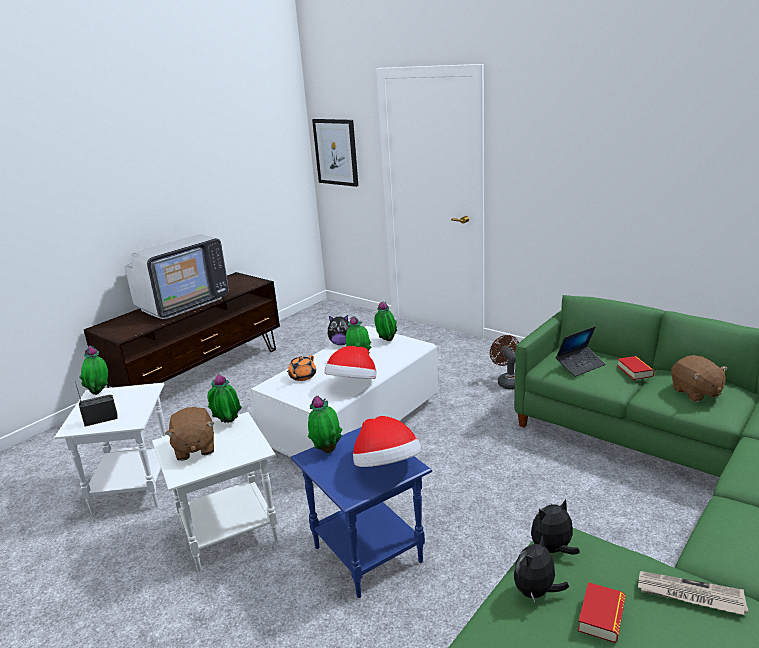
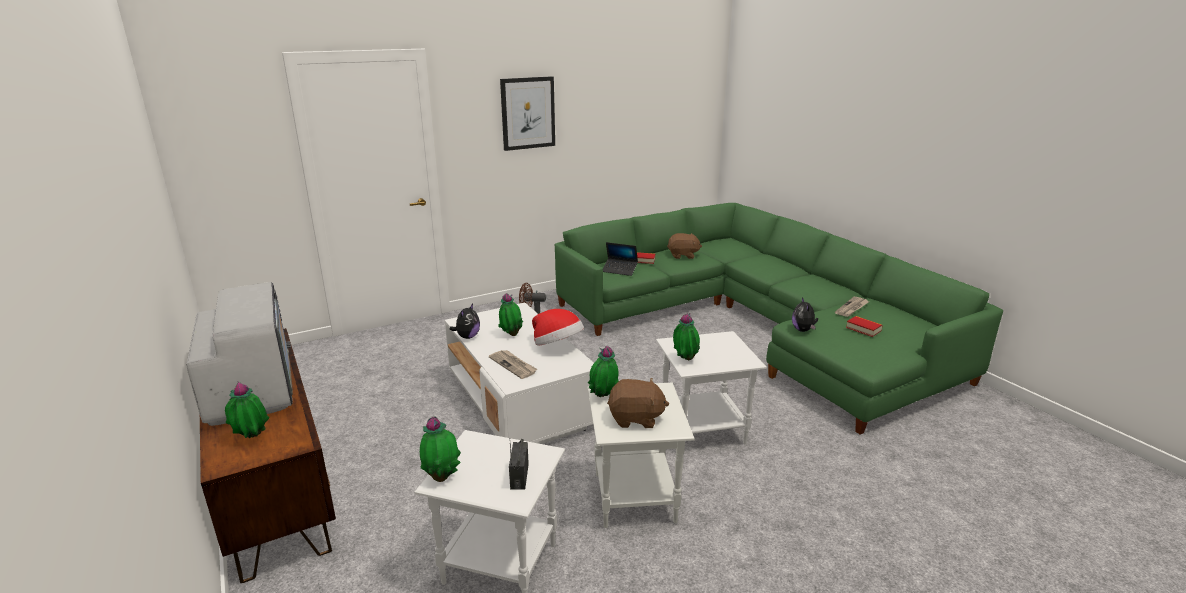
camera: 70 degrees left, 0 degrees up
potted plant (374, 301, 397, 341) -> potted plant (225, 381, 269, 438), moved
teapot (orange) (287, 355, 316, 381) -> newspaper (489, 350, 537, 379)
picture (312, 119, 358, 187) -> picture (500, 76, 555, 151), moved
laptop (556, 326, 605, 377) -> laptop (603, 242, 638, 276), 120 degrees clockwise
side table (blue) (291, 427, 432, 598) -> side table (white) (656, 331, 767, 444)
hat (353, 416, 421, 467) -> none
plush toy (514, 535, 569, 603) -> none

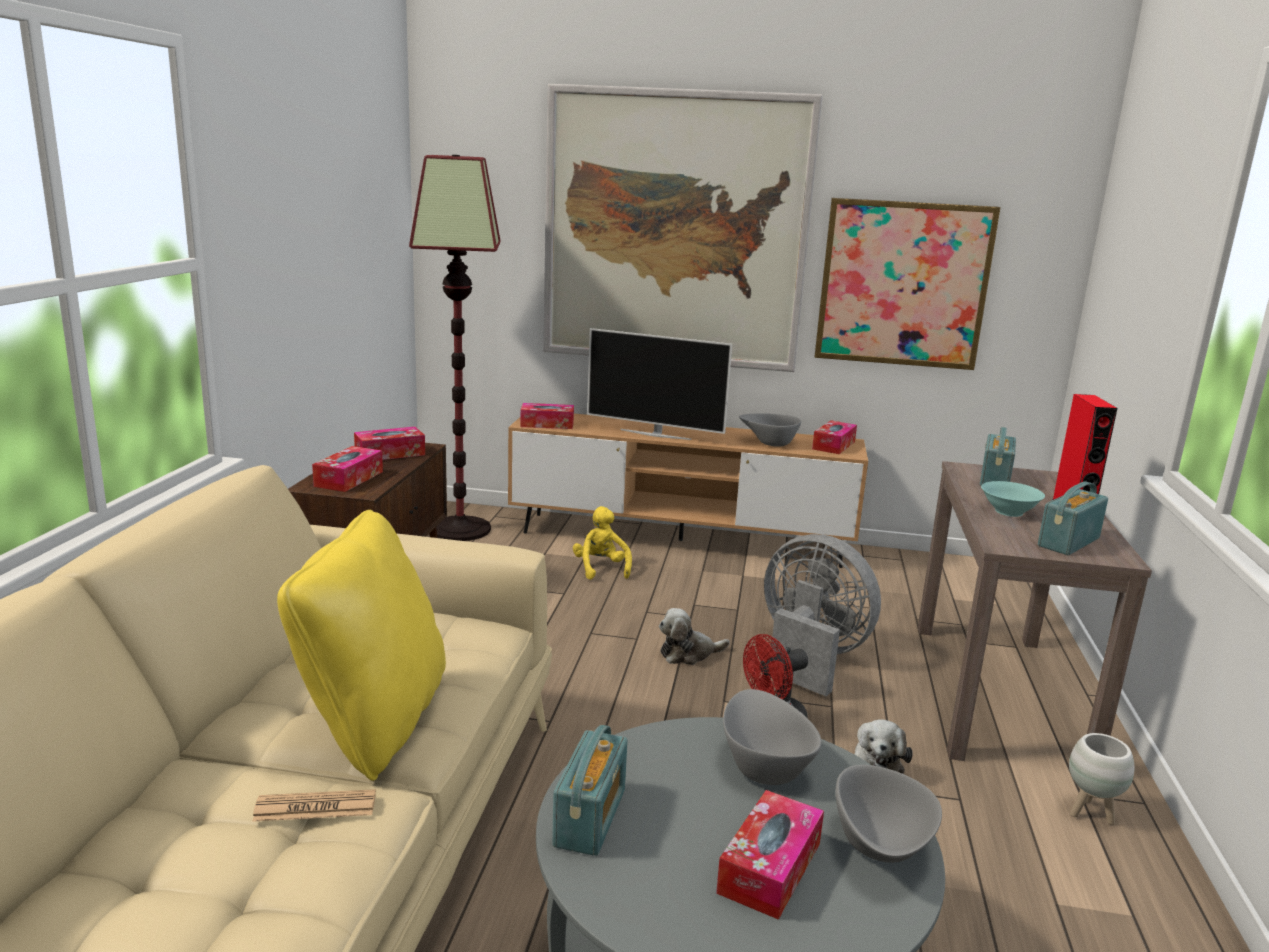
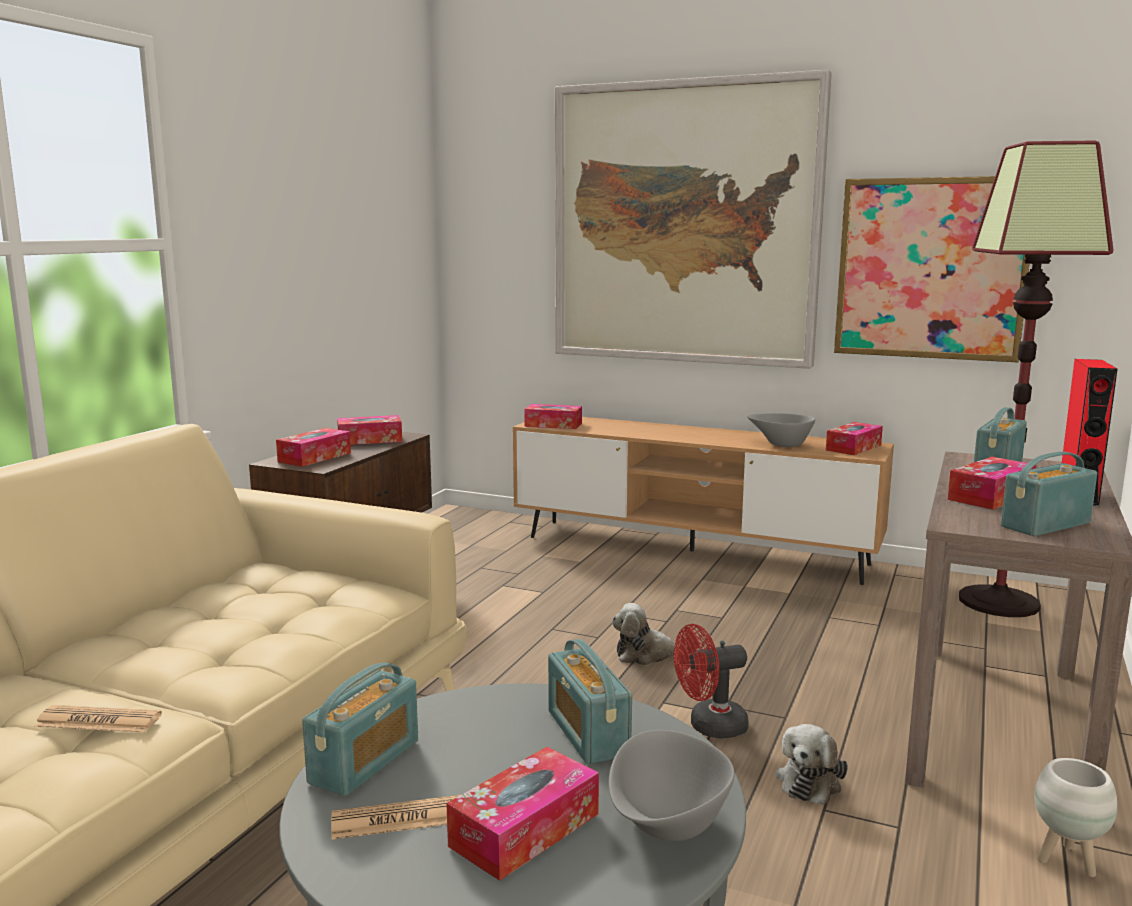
camera: 15 degrees right, 5 degrees down
none -> newspaper (331, 795, 460, 840)
bowl (grey) (723, 689, 822, 785) -> radio (548, 639, 632, 764)
bowl (turquoise) (981, 481, 1045, 517) -> tissue box (948, 457, 1036, 510)
floor lamp (409, 155, 500, 541) -> floor lamp (959, 141, 1114, 617), moved
pillow (yellow) (277, 510, 446, 781) -> none
plush toy (yellow) (573, 506, 632, 580) -> none
television (587, 328, 732, 440) -> none
fan (grey) (764, 534, 881, 696) -> none

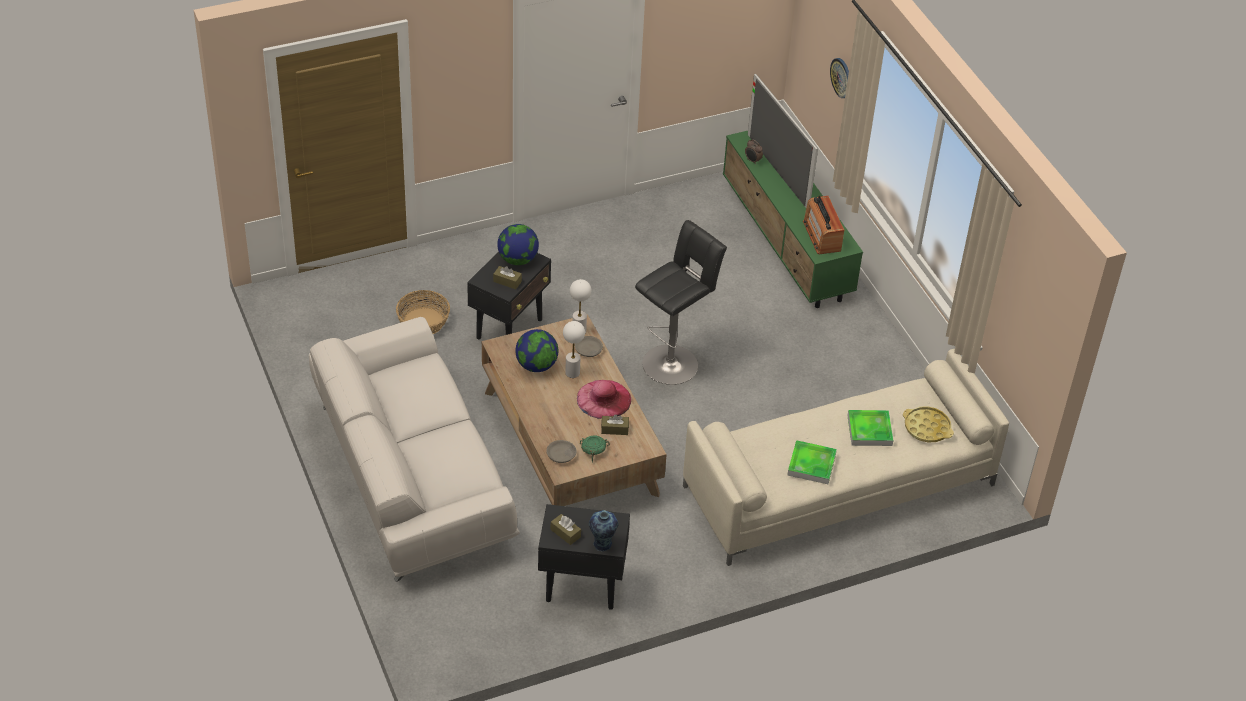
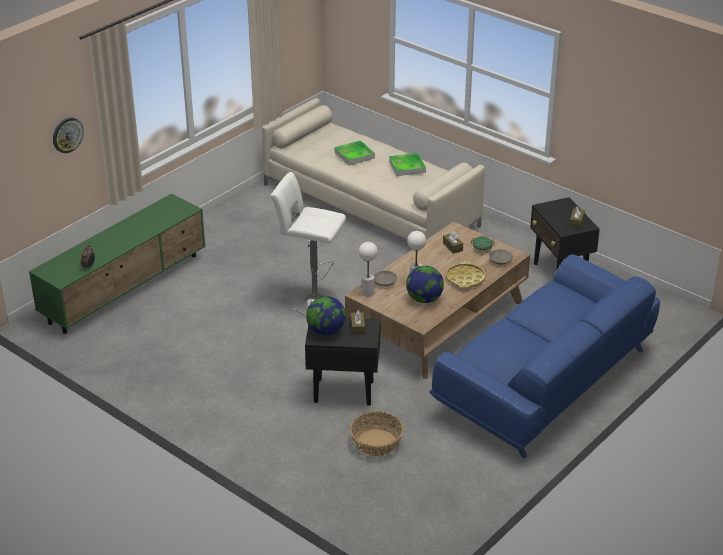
camera: 115 degrees left, 10 degrees down
stool (black) (635, 220, 727, 385) -> stool (white) (270, 172, 346, 315)
sofa (white) (309, 317, 520, 582) -> sofa (blue) (429, 254, 660, 459)
tray (yellow) (903, 406, 954, 442) -> tray (yellow) (446, 261, 485, 288), moved
hat (pink) (577, 380, 631, 419) -> none
vase (589, 510, 619, 551) -> none
television (748, 74, 818, 207) -> none
radio (803, 196, 844, 254) -> none

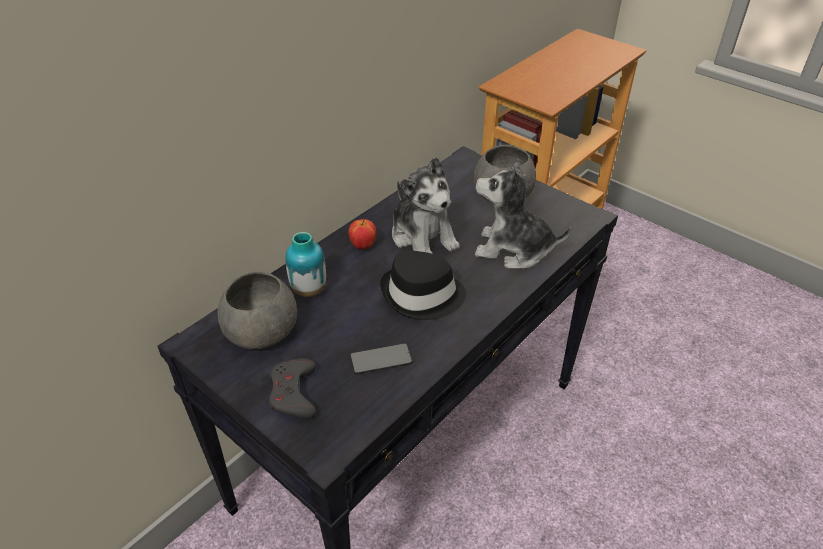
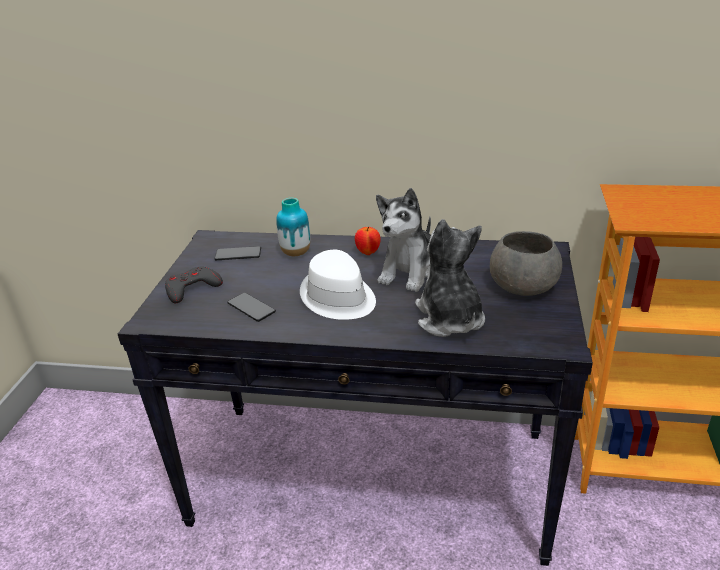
camera: 60 degrees right, 10 degrees down
bowl (grey) (217, 271, 297, 349) -> phone (214, 246, 261, 260)
hat (black) (380, 251, 466, 320) -> hat (white) (300, 250, 376, 320)

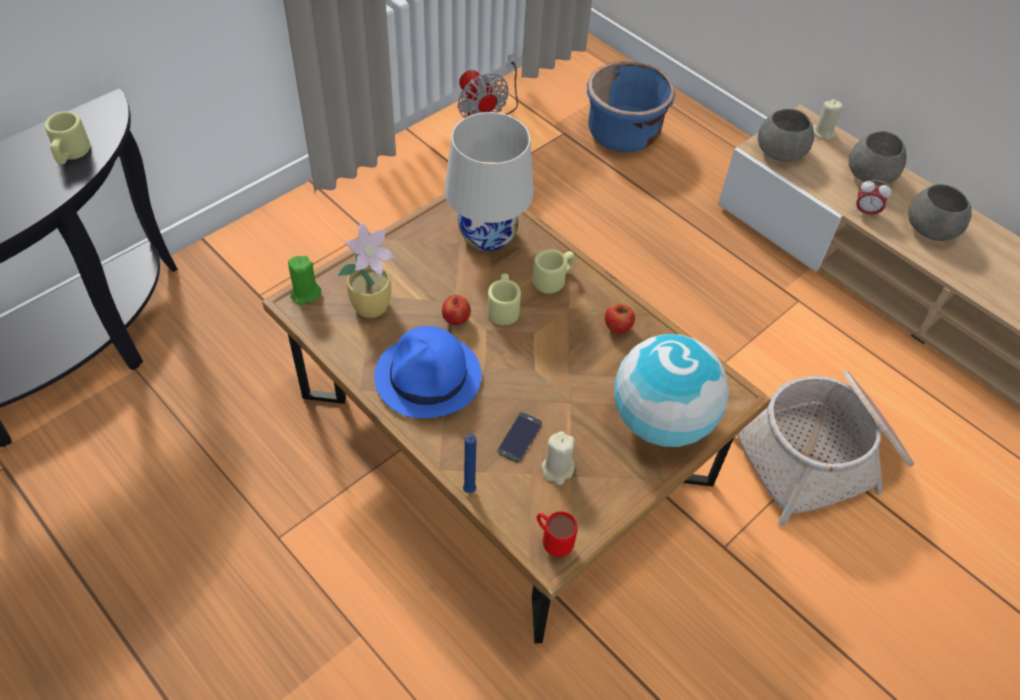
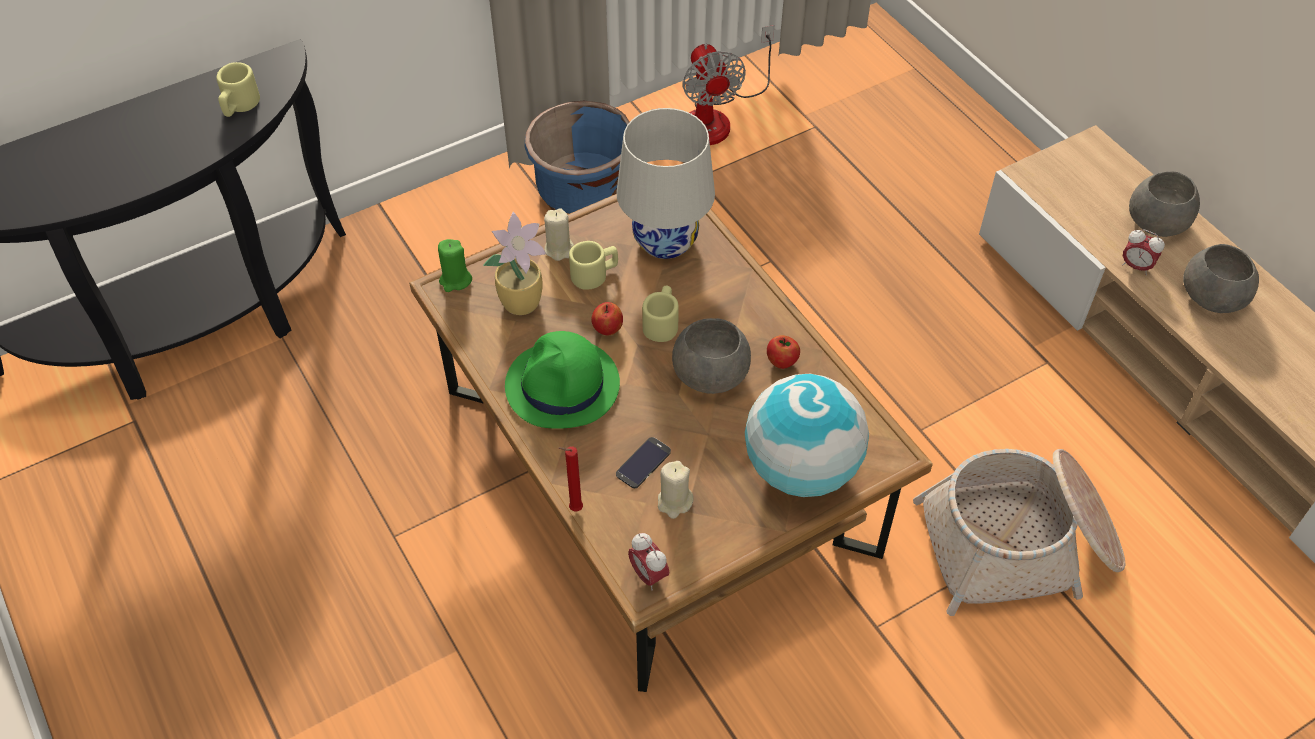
camera: 15 degrees right, 0 degrees up
hat (blue) (374, 326, 482, 418) -> hat (green) (505, 331, 620, 429)
planter (blue) (587, 61, 675, 152) -> planter (blue) (524, 101, 629, 214), moved
candle (beige) (813, 99, 843, 140) -> candle (beige) (544, 209, 574, 261), moved
candle (blue) (460, 434, 477, 493) -> candle (red) (558, 447, 583, 511)
mug (beige) (532, 249, 574, 294) -> mug (beige) (569, 241, 618, 290), moved
mug (red) (537, 511, 578, 557) -> alarm clock (628, 533, 669, 591)
bowl (grey) (758, 109, 814, 162) -> bowl (grey) (672, 318, 751, 394), moved

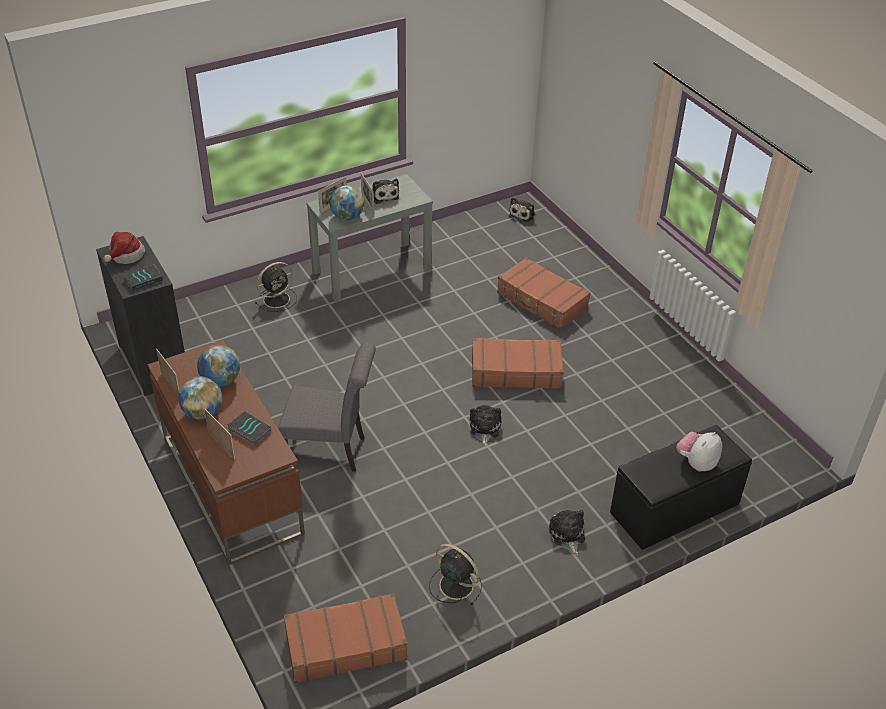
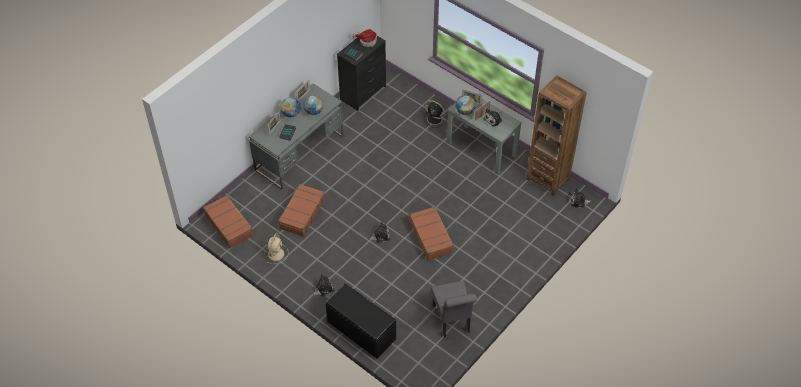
camera: 70 degrees right, 10 degrees up
desk (brown) (148, 340, 305, 565) -> desk (grey) (248, 84, 344, 190)
fan (black) (429, 544, 482, 606) -> fan (beige) (265, 233, 288, 264)
suitcase (brown) (497, 257, 590, 330) -> suitcase (brown) (278, 184, 325, 237), moved
chair (grey) (278, 342, 376, 472) -> chair (grey) (431, 281, 477, 338), moved
none -> bookcase (brown) (526, 75, 587, 196)
plush toy (676, 432, 722, 471) -> none

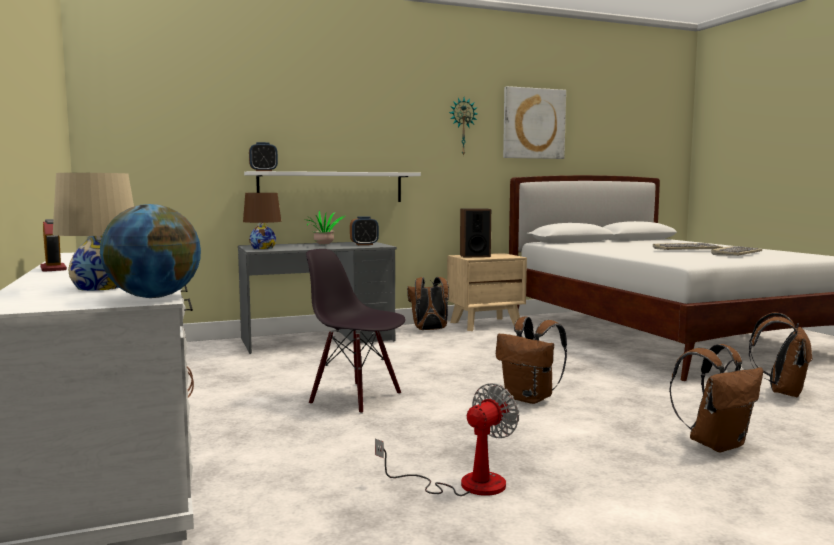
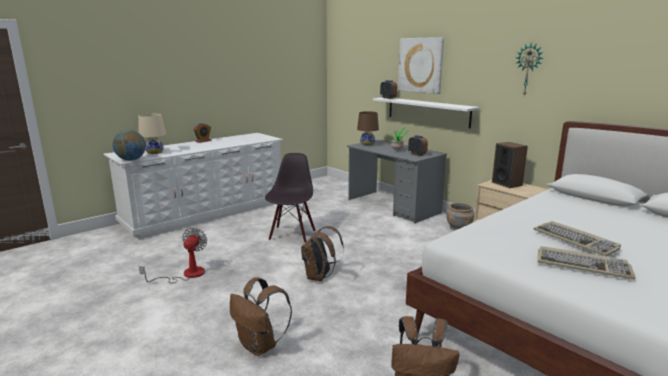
camera: 70 degrees right, 10 degrees up
fan (375, 383, 519, 496) -> fan (139, 228, 207, 283), 105 degrees counterclockwise
picture (503, 86, 566, 159) -> picture (398, 37, 444, 94), moved
backpack (brown) (407, 277, 449, 330) -> planter (grey) (446, 203, 475, 231)

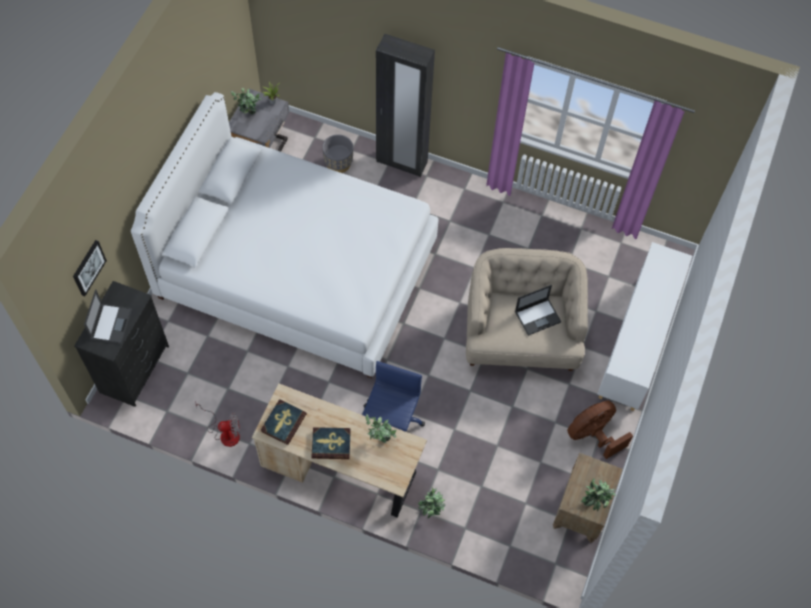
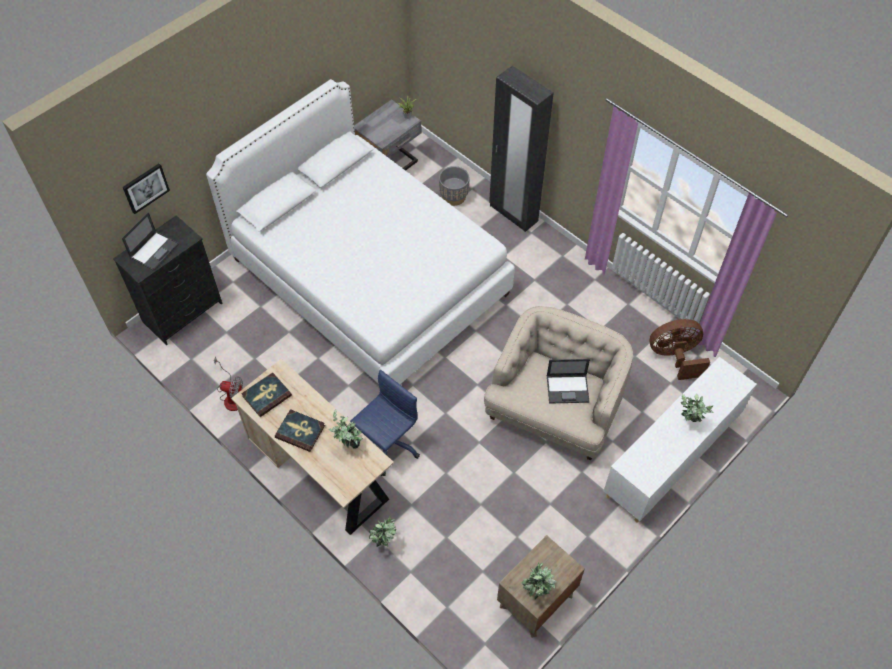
camera: 25 degrees right, 5 degrees down
fan (brown) (567, 401, 633, 459) -> fan (brown) (650, 319, 710, 380), moved
potted plant (231, 88, 262, 114) -> potted plant (681, 394, 714, 422), moved

